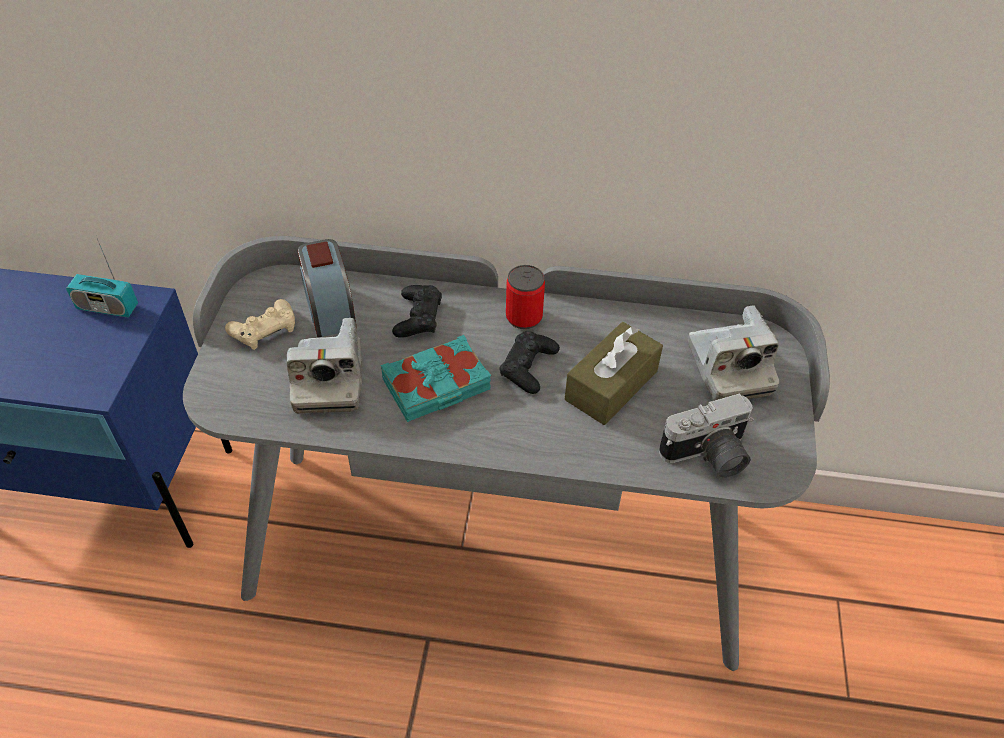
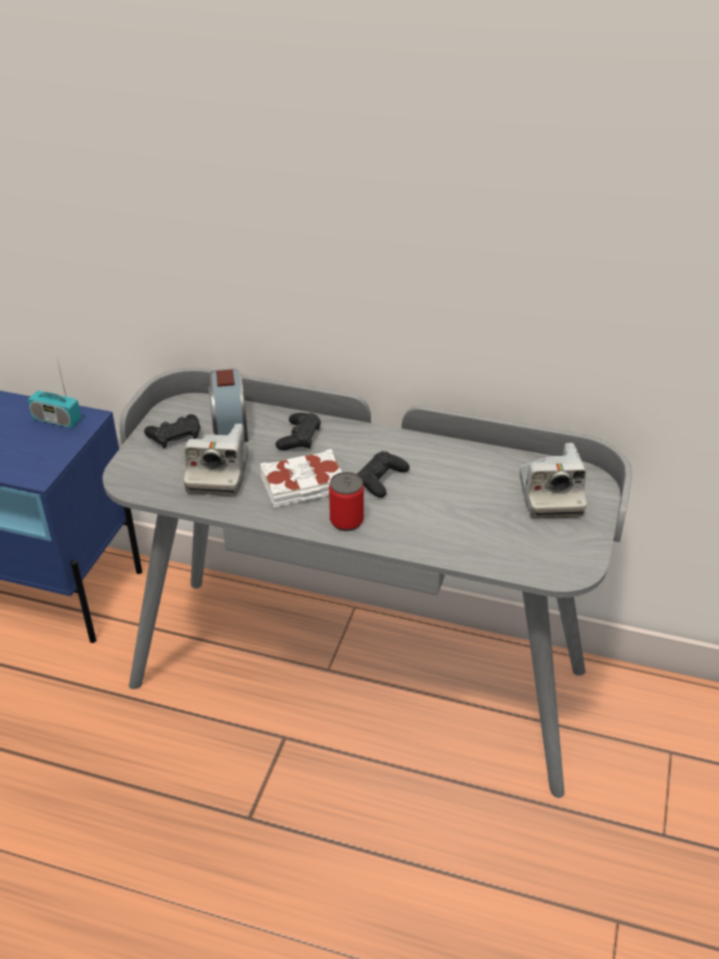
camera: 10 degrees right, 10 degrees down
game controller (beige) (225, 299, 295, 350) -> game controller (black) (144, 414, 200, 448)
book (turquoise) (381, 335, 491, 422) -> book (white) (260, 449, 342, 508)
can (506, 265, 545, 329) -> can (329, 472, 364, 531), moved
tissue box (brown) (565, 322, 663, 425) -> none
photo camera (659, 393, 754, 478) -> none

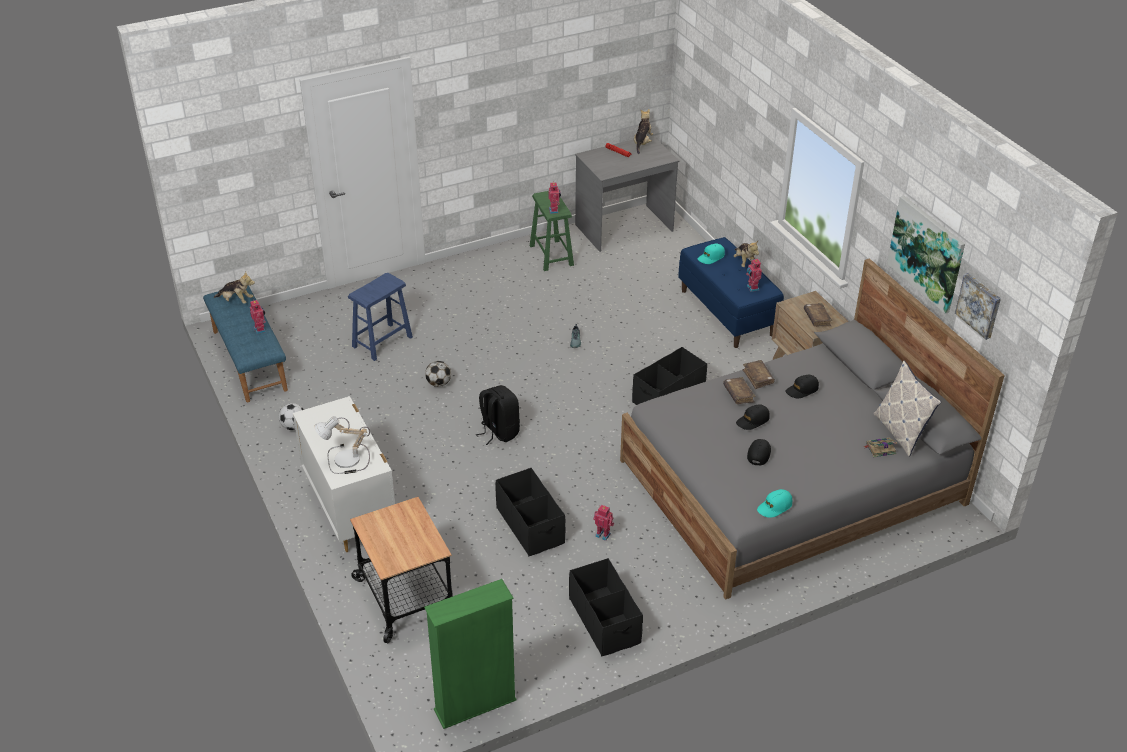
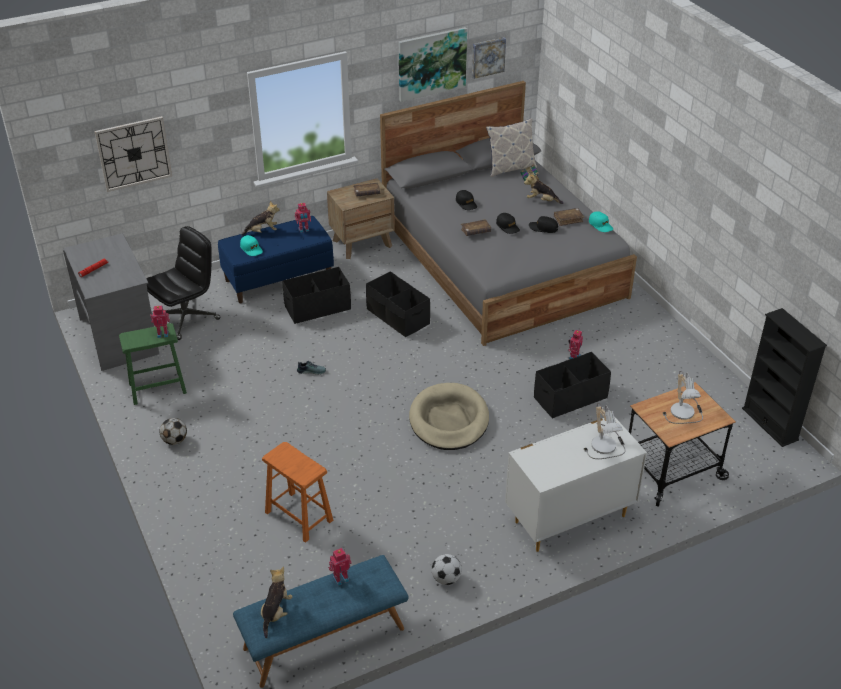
camera: 90 degrees left, 0 degrees up
none -> wall clock (94, 116, 172, 192)
none -> office chair (black) (146, 226, 220, 340)
football (425, 361, 451, 387) -> football (159, 418, 187, 445), moved
stool (blue) (348, 273, 413, 361) -> stool (orange) (262, 442, 333, 543)
storage box (black) (569, 558, 643, 656) -> storage box (black) (282, 267, 351, 324), moved
backpack (black) (476, 385, 520, 445) -> dog bed (beige) (409, 383, 489, 450)
plush toy (634, 109, 653, 154) -> plush toy (524, 172, 563, 204), moved
book (brown) (743, 360, 775, 389) -> book (brown) (554, 208, 584, 226), moved
none -> table lamp (663, 370, 703, 424)
bookcase (green) (424, 579, 516, 729) -> bookcase (black) (742, 308, 827, 447)

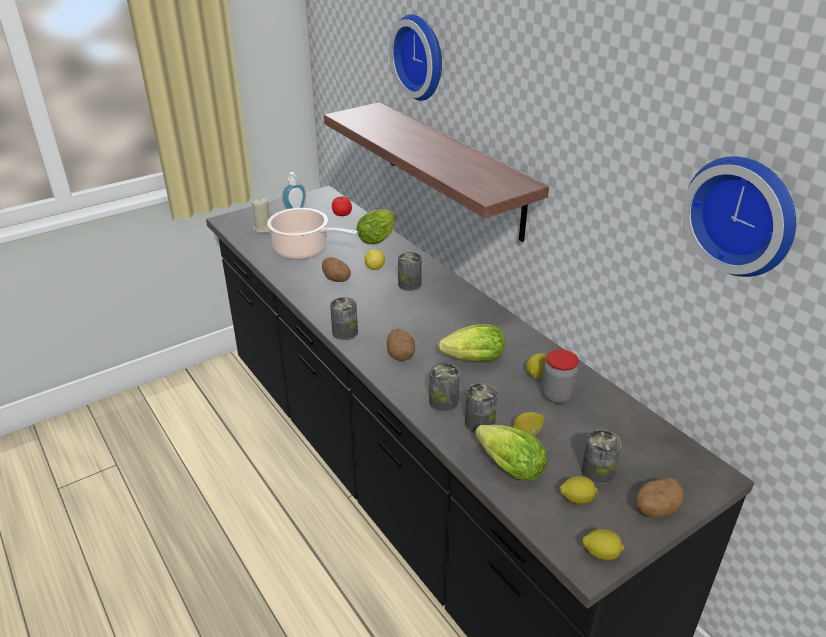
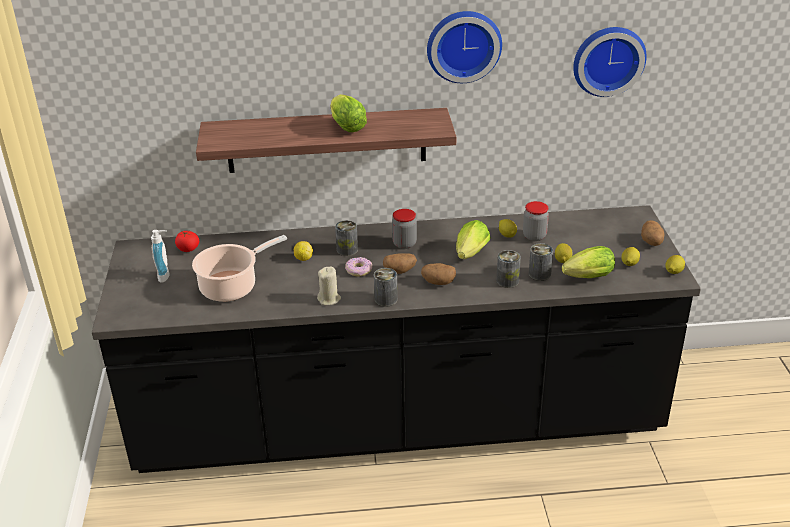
camera: 60 degrees left, 0 degrees up
candle (beige) (251, 198, 271, 233) -> candle (beige) (317, 266, 341, 305), moved
lettuce (356, 209, 396, 244) -> lettuce (330, 94, 367, 132), moved
none -> donut (345, 257, 372, 277)
potato (322, 257, 351, 282) -> potato (383, 253, 417, 274), moved
none -> jar (392, 209, 417, 249)
wall clock (389, 14, 442, 101) -> wall clock (427, 11, 502, 83), moved
can (581, 429, 621, 485) -> none

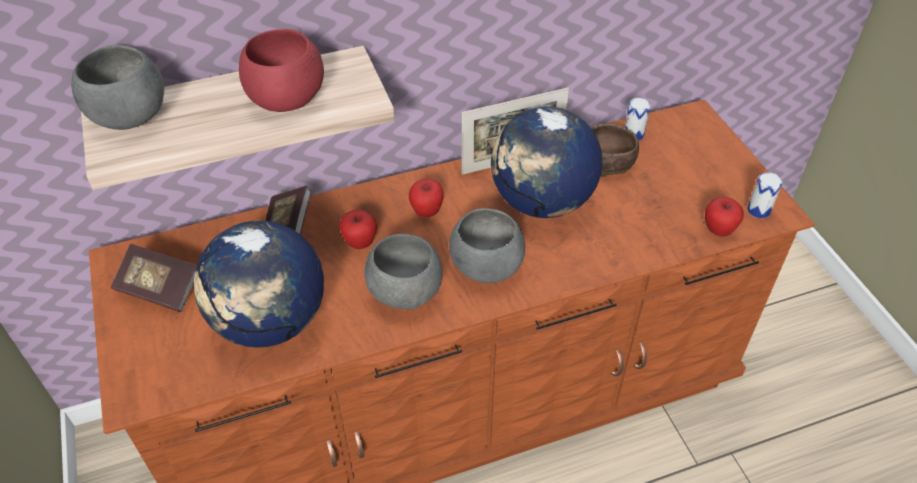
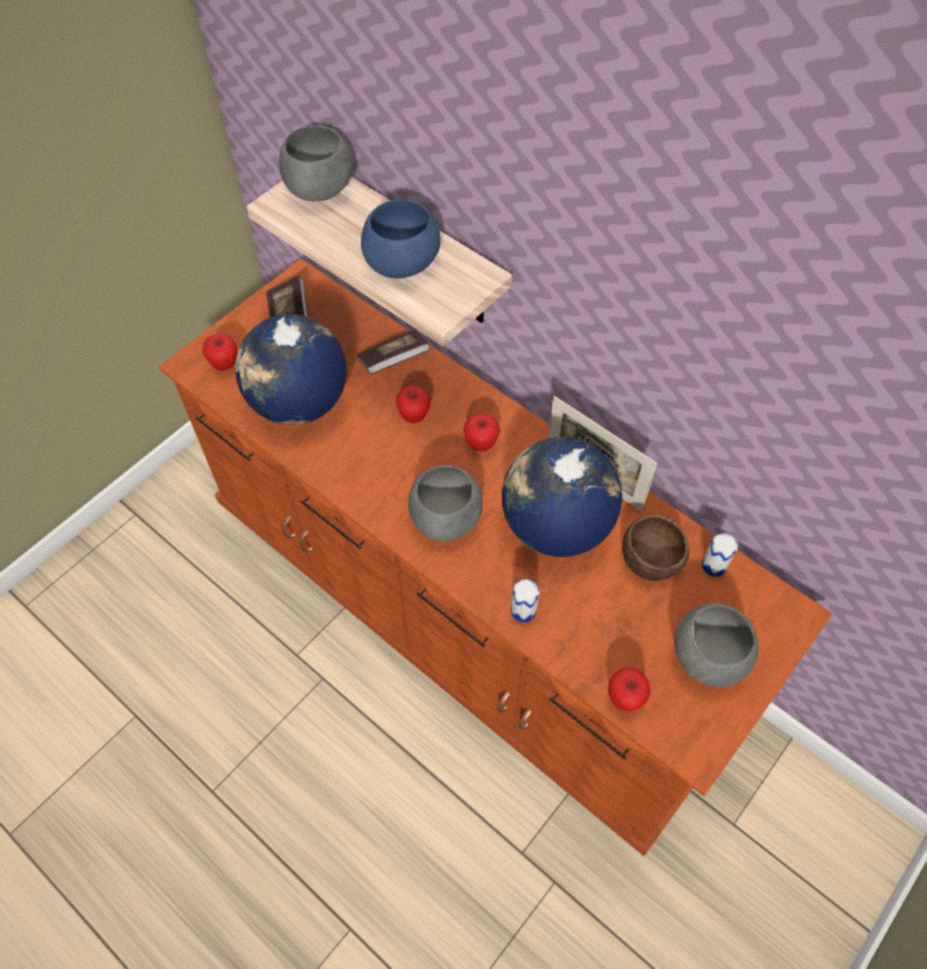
camera: 60 degrees right, 10 degrees up
none -> apple (203, 334, 237, 371)
bowl (red) (239, 29, 324, 112) -> bowl (blue) (361, 199, 440, 279)
can (747, 172, 782, 218) -> can (511, 579, 540, 623), moved
bowl (grey) (364, 234, 443, 309) -> bowl (grey) (674, 603, 759, 687), moved

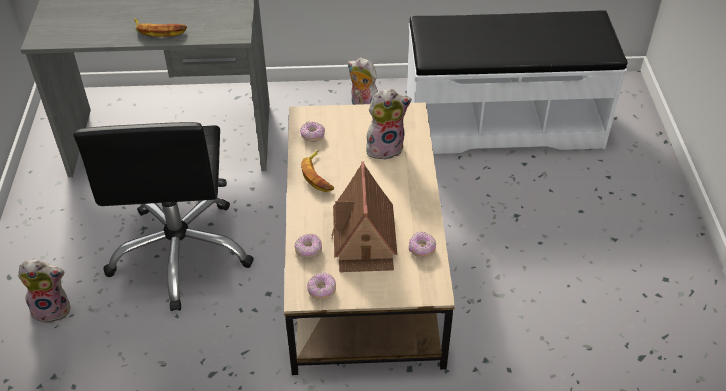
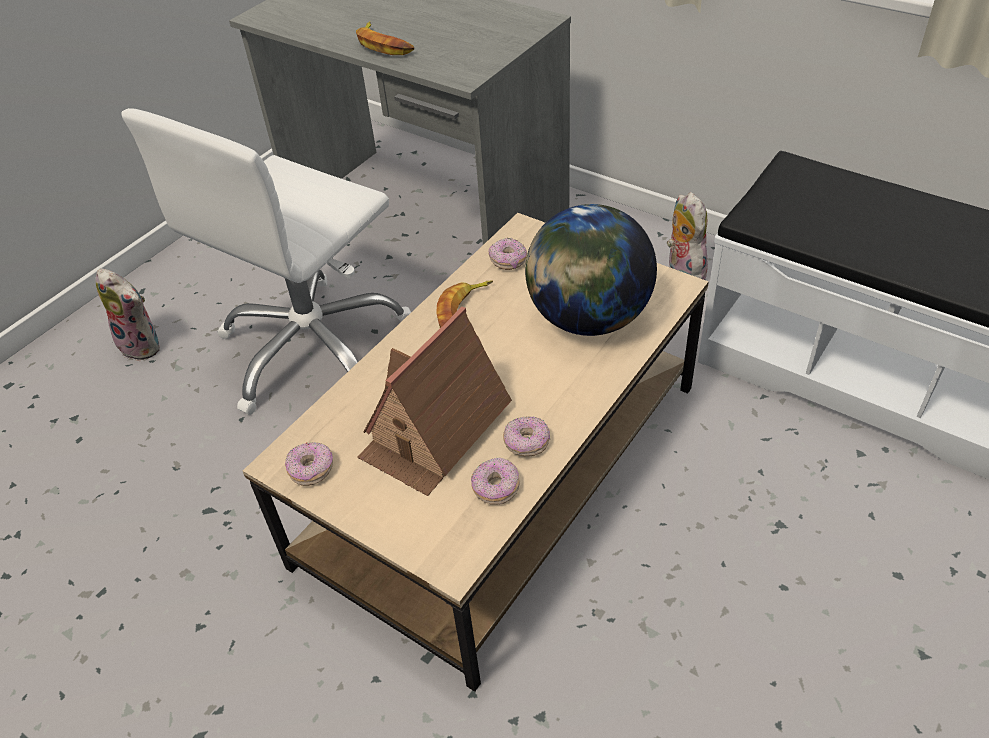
camera: 40 degrees right, 0 degrees up
office chair (black) (73, 122, 254, 311) -> office chair (white) (121, 108, 411, 415)
donut (295, 233, 322, 258) -> donut (503, 416, 550, 456), moved
plush toy (366, 89, 412, 160) -> globe (525, 204, 657, 336)

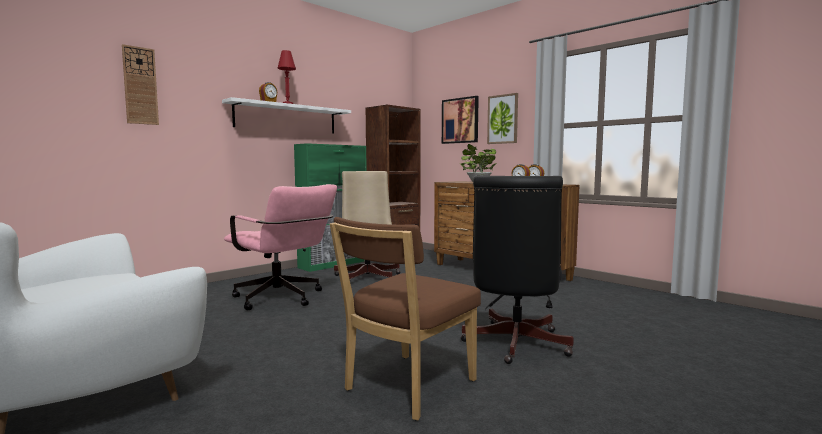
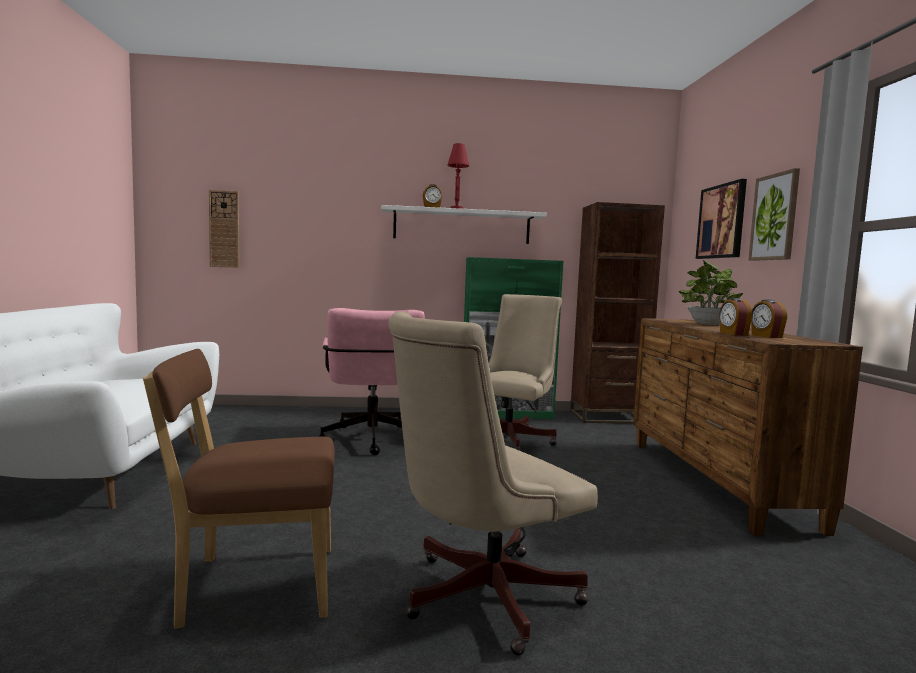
camera: 40 degrees right, 0 degrees up
wall clock (122, 44, 159, 125) -> wall clock (209, 190, 239, 268), moved
office chair (black) (461, 175, 574, 364) -> office chair (beige) (388, 311, 597, 656)

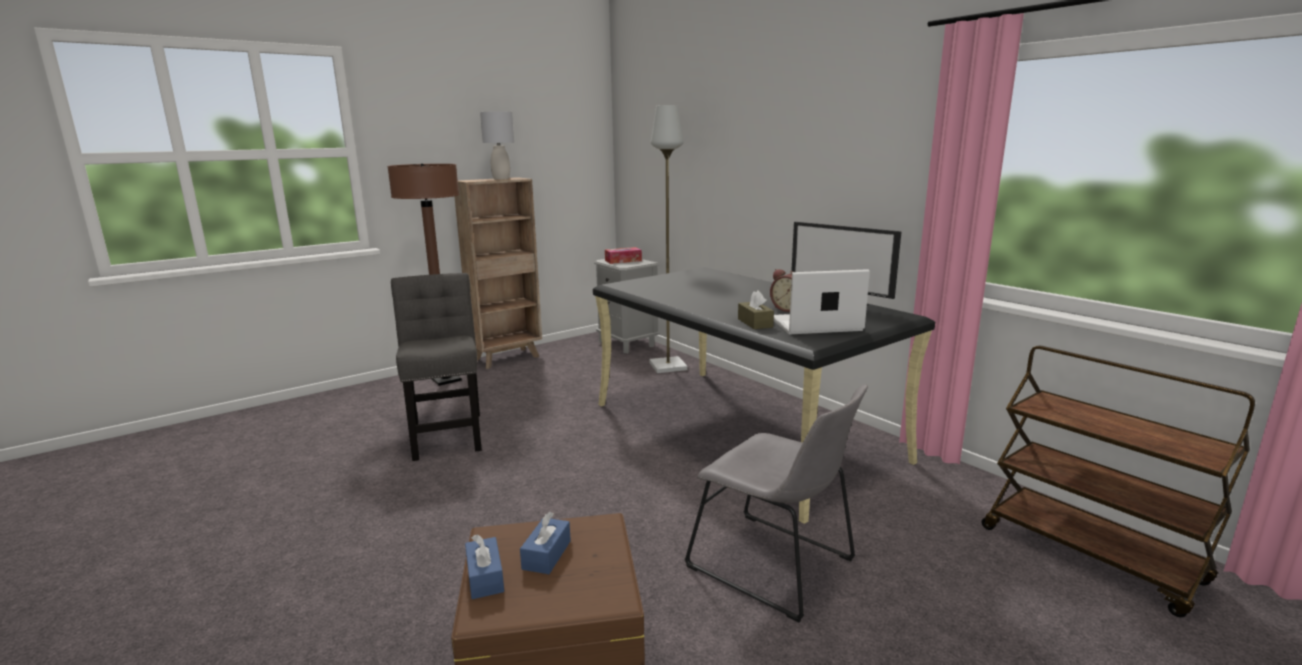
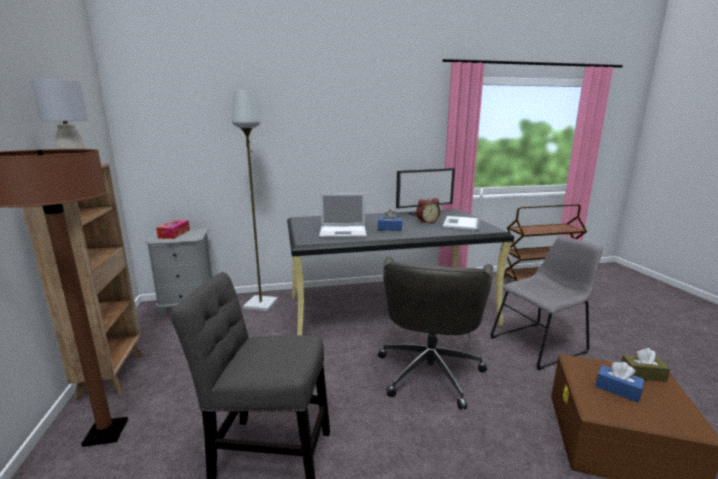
camera: 65 degrees left, 0 degrees up
none -> laptop (319, 193, 367, 238)
tissue box (blue) (465, 534, 504, 599) -> tissue box (blue) (378, 209, 402, 231), moved
none -> office chair (grey) (378, 257, 493, 410)
tissue box (brown) (738, 290, 774, 329) -> tissue box (brown) (621, 348, 670, 382), moved

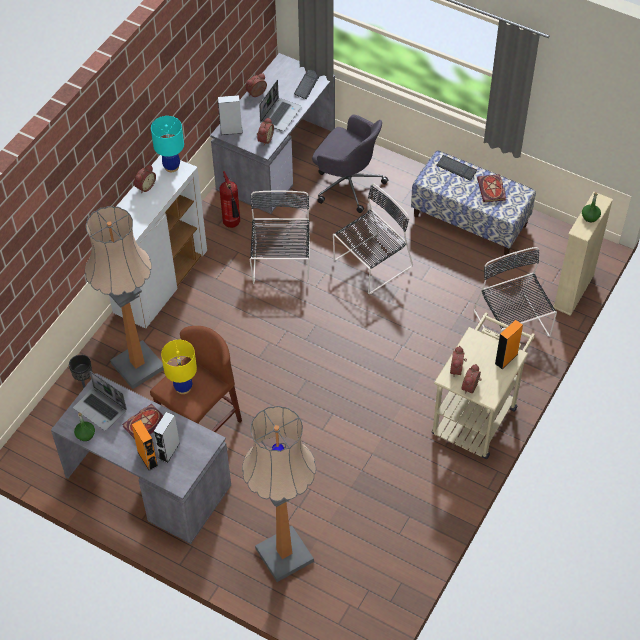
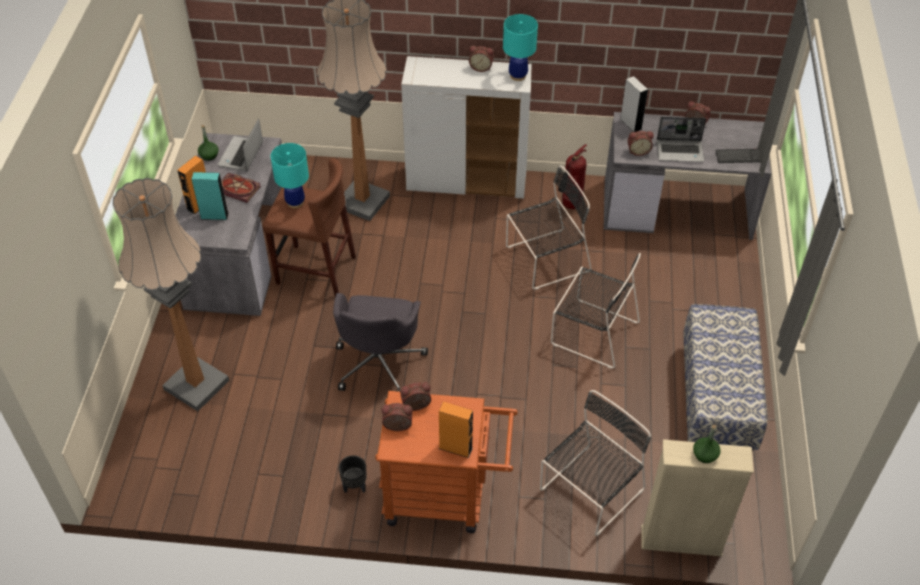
camera: 65 degrees right, 5 degrees down
speaker (grey) (154, 412, 180, 463) -> speaker (turquoise) (191, 172, 229, 220)
table lamp (yellow) (161, 340, 197, 394) -> table lamp (turquoise) (271, 143, 309, 208)
office chair (grey) (312, 114, 388, 213) -> office chair (grey) (333, 293, 428, 392), moved
planter (black) (69, 355, 92, 388) -> planter (black) (339, 455, 366, 493), moved
cart (beige) (432, 313, 535, 459) -> cart (orange) (375, 391, 518, 533)
keyboard (436, 155, 477, 181) -> none
book (477, 174, 506, 202) -> none

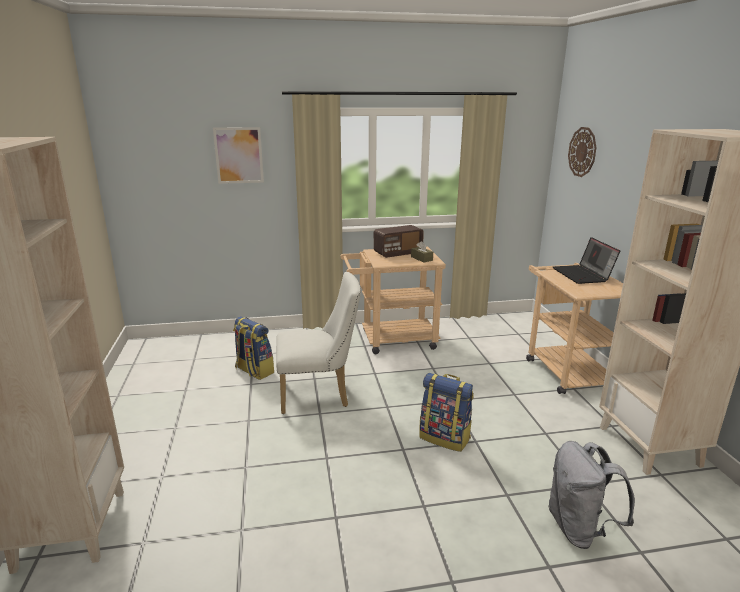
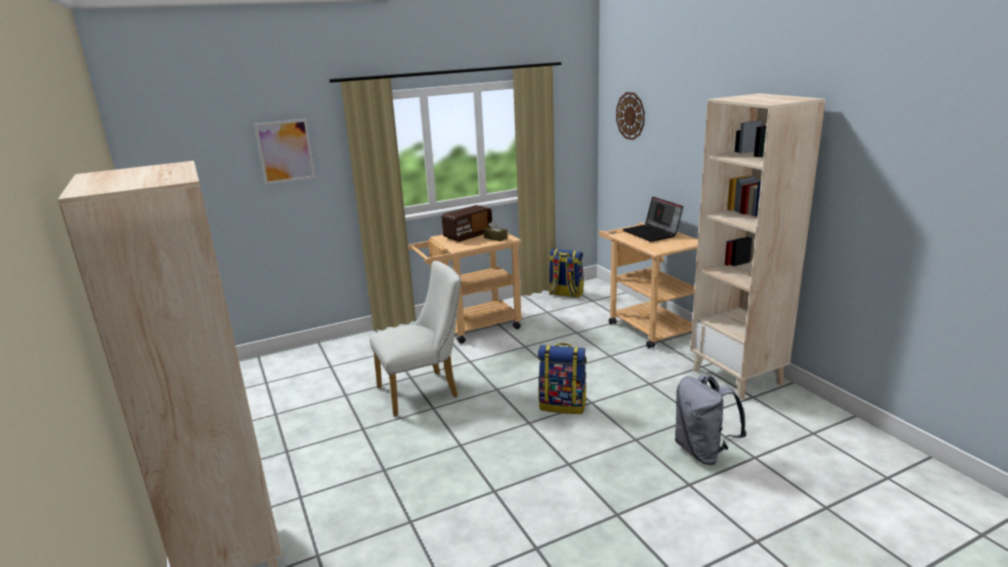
camera: 15 degrees left, 0 degrees up
backpack (233, 316, 274, 380) -> backpack (549, 249, 584, 298), moved

